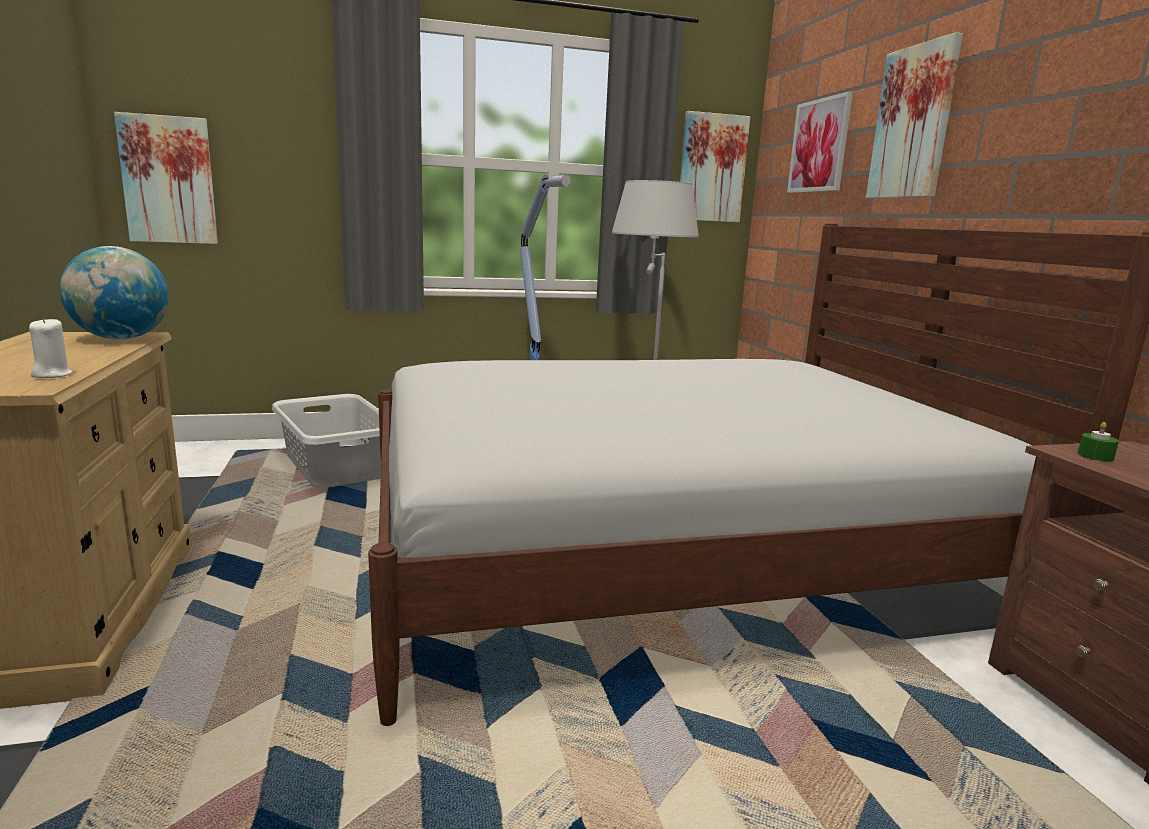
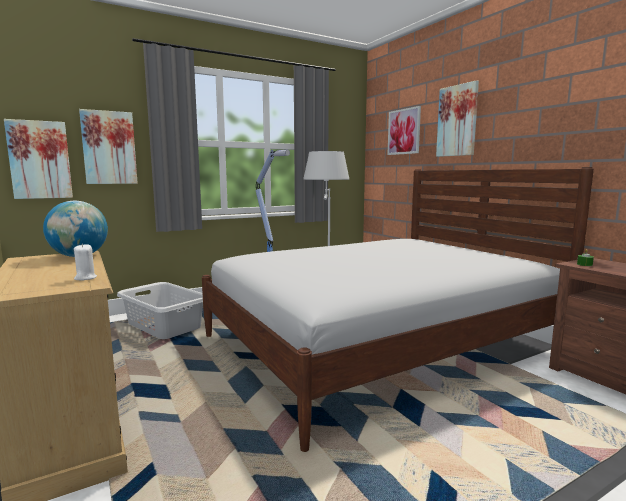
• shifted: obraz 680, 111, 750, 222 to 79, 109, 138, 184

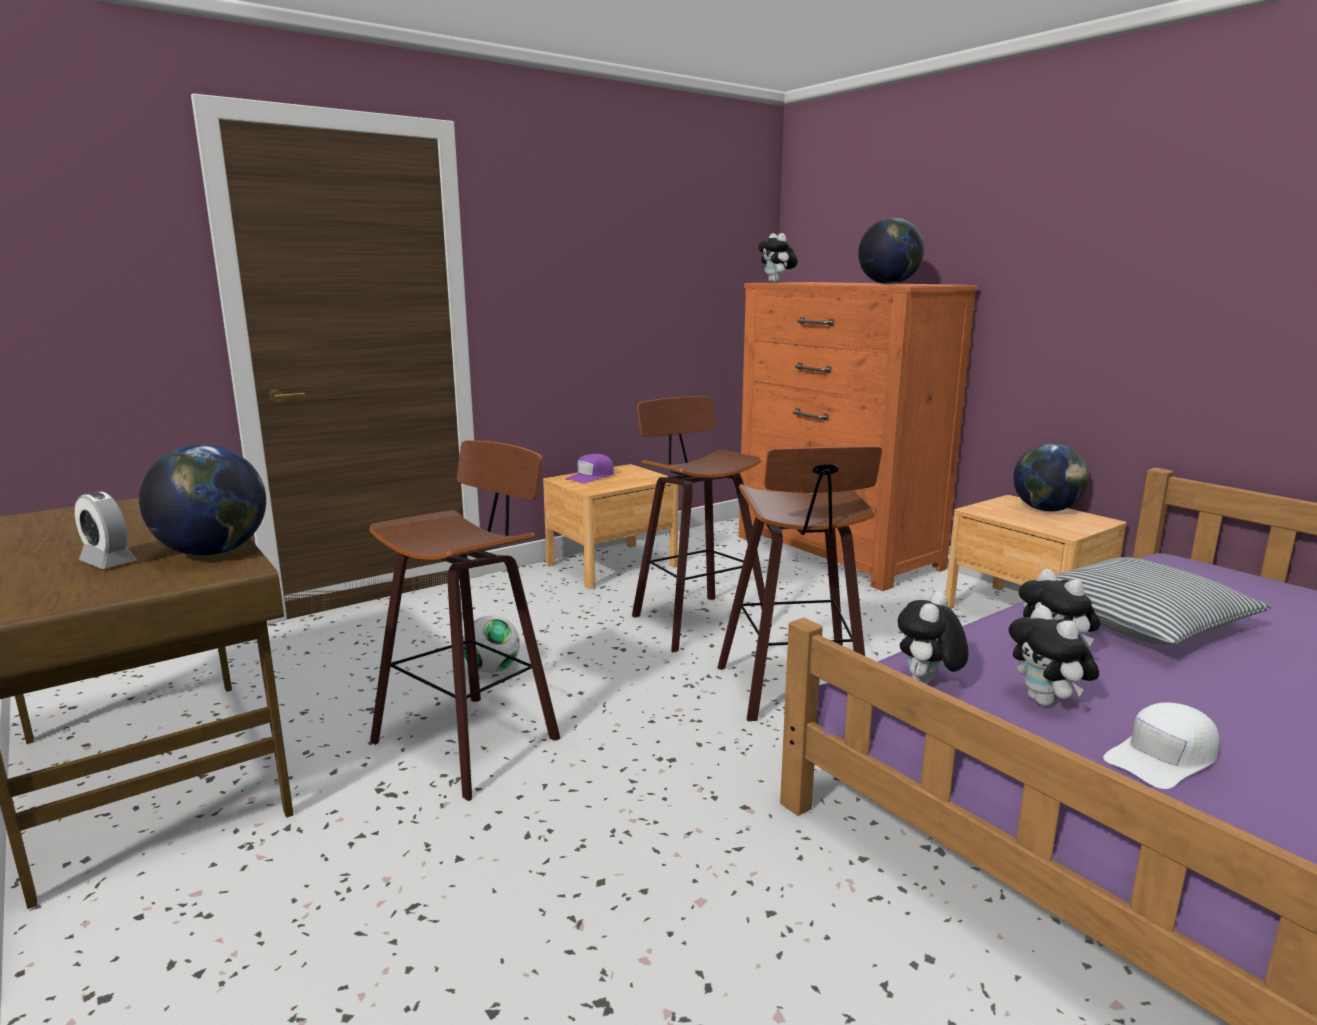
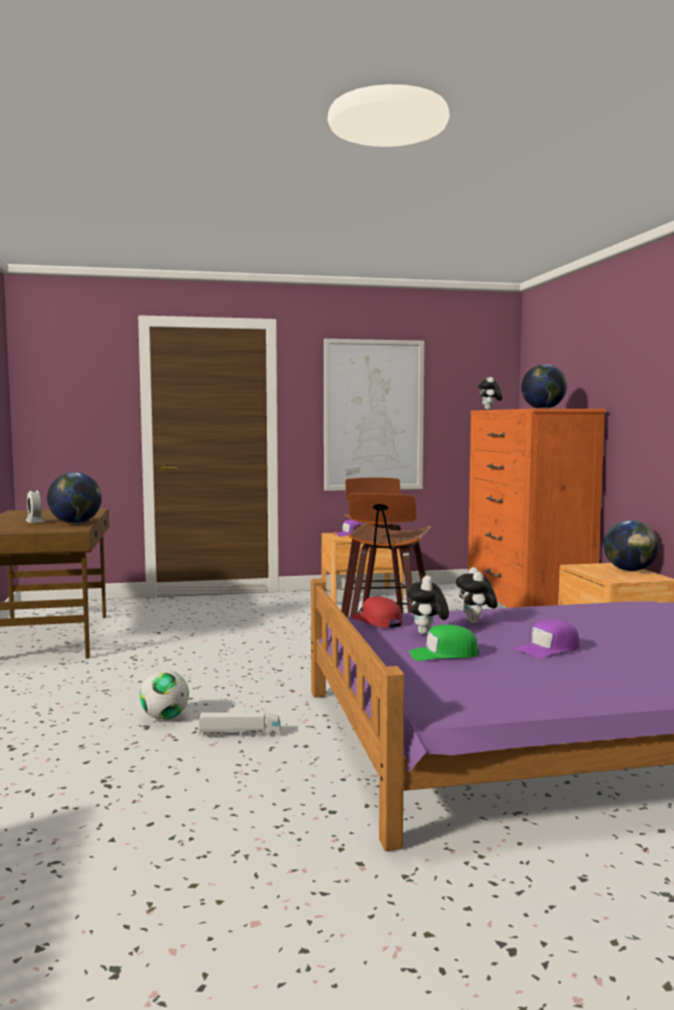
• gone: stołek 370, 440, 560, 801
• shifted: piłka futbolowa 463, 616, 520, 673 to 140, 670, 189, 720
• swapped: pluszak 898, 591, 968, 684 to czapka z daszkiem [czerwony] 350, 596, 403, 628
• gone: poduszka 1056, 557, 1271, 645
• repainted: czapka z daszkiem [biały] 1103, 703, 1220, 789 to czapka z daszkiem [zielony] 409, 625, 479, 661
• new: ciężarówka zabawkowa 199, 712, 281, 737
• new: obraz 324, 339, 425, 491
• new: czapka z daszkiem [fioletowy] 515, 620, 579, 658

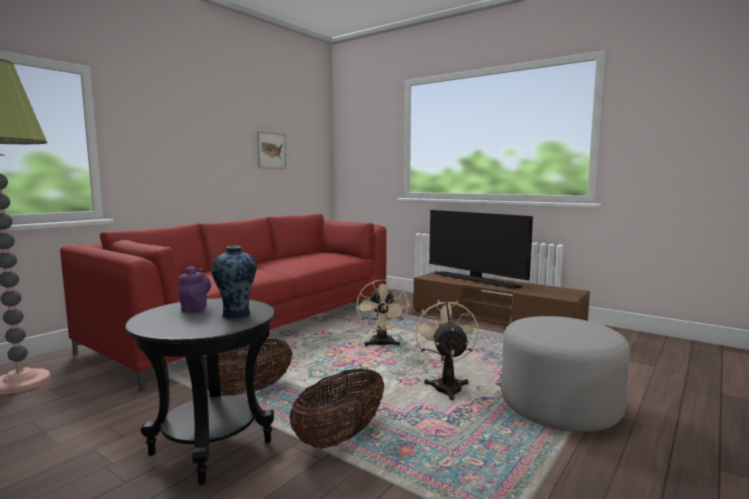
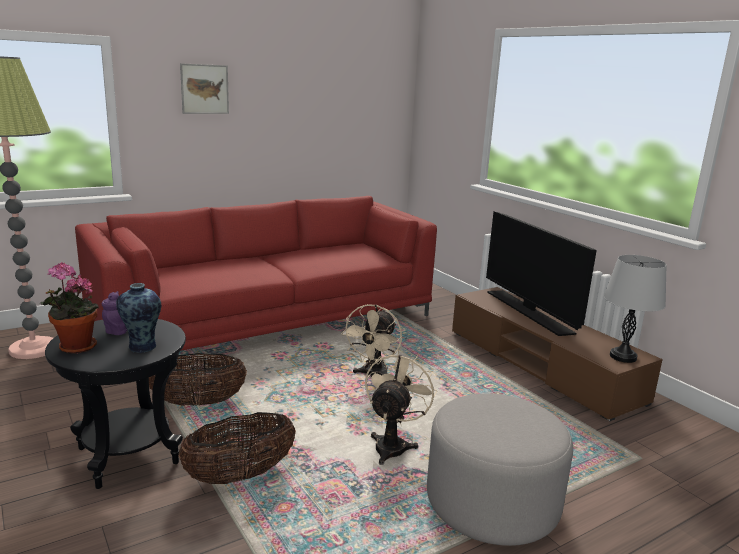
• shifted: obraz 257, 131, 286, 169 to 180, 63, 229, 114
• new: roślina doniczkowa 40, 262, 99, 354
• new: lampa stołowa [szary] 604, 255, 666, 363

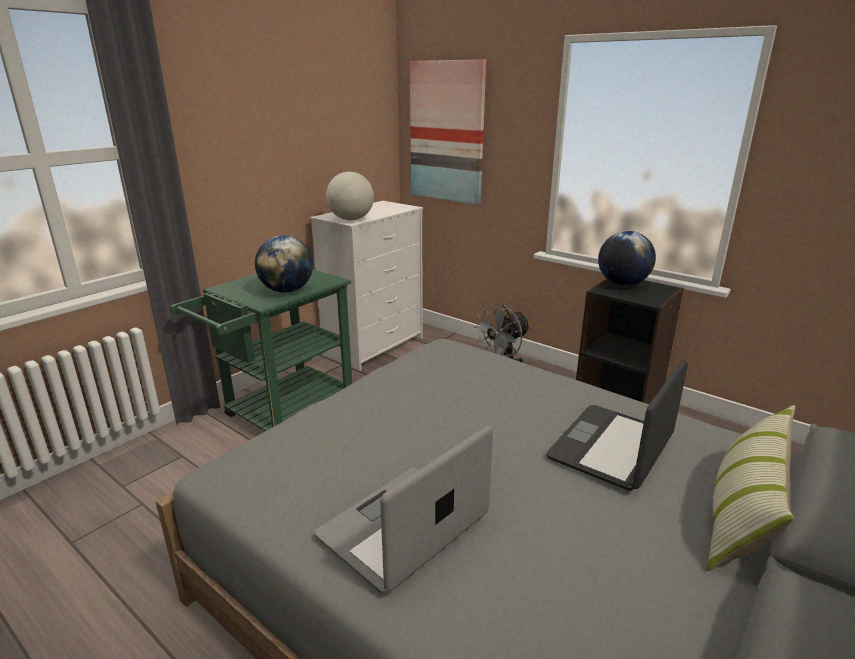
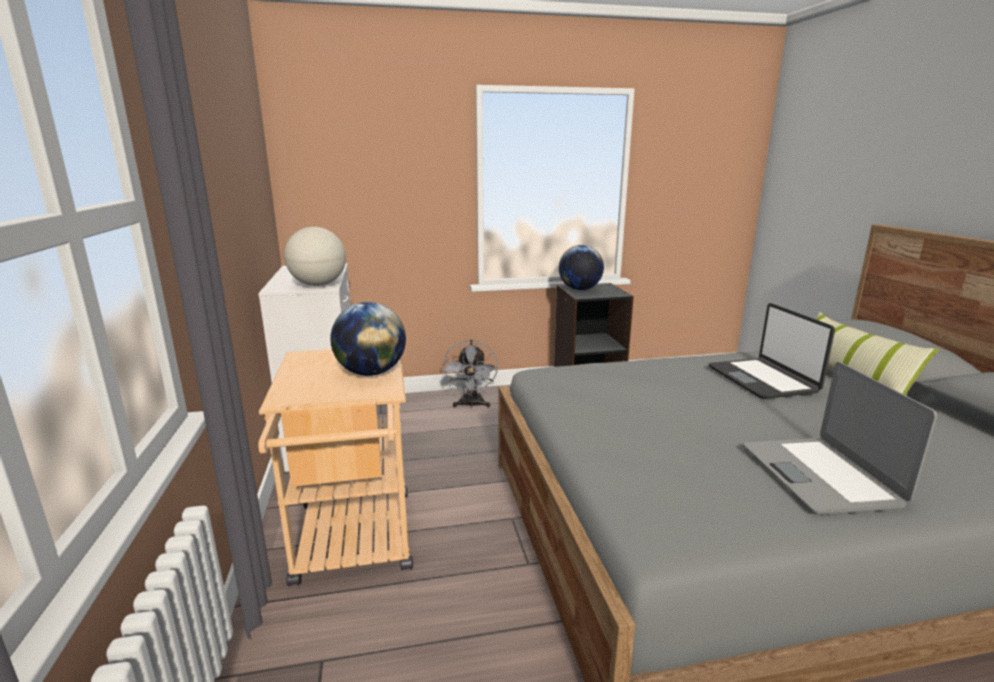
• repainted: wózek [zielony] 170, 269, 352, 431 to wózek [beżowy] 258, 349, 413, 586
• gone: obraz 410, 59, 486, 205

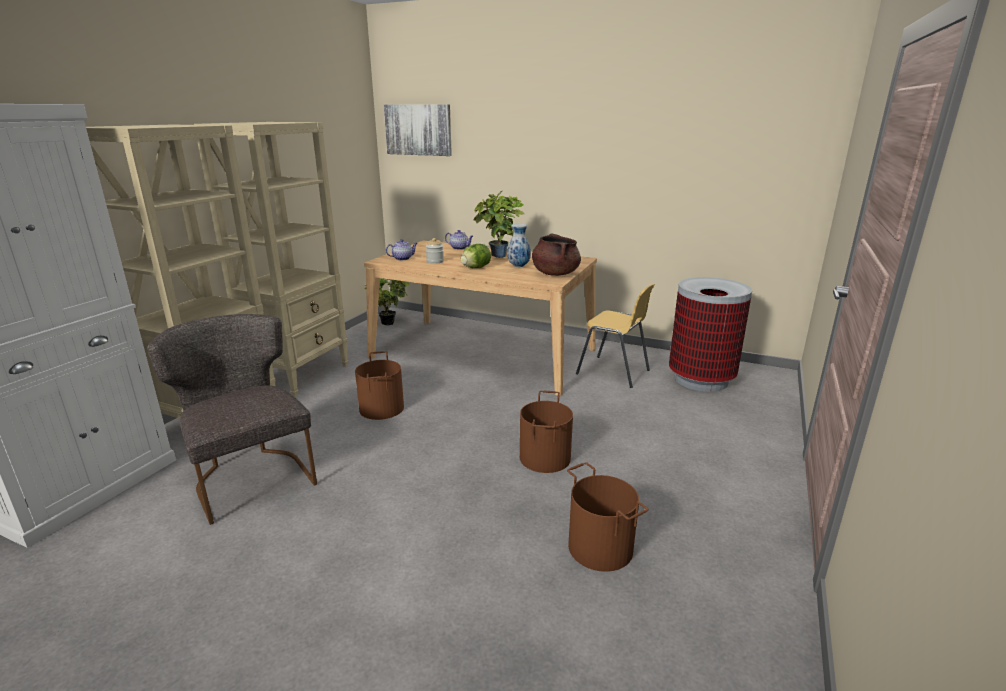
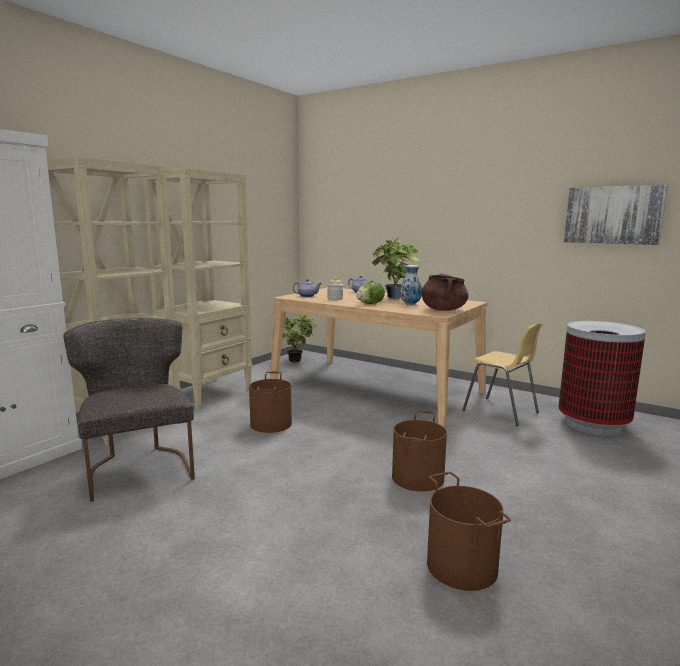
• shifted: obraz 384, 104, 452, 156 to 564, 185, 668, 245

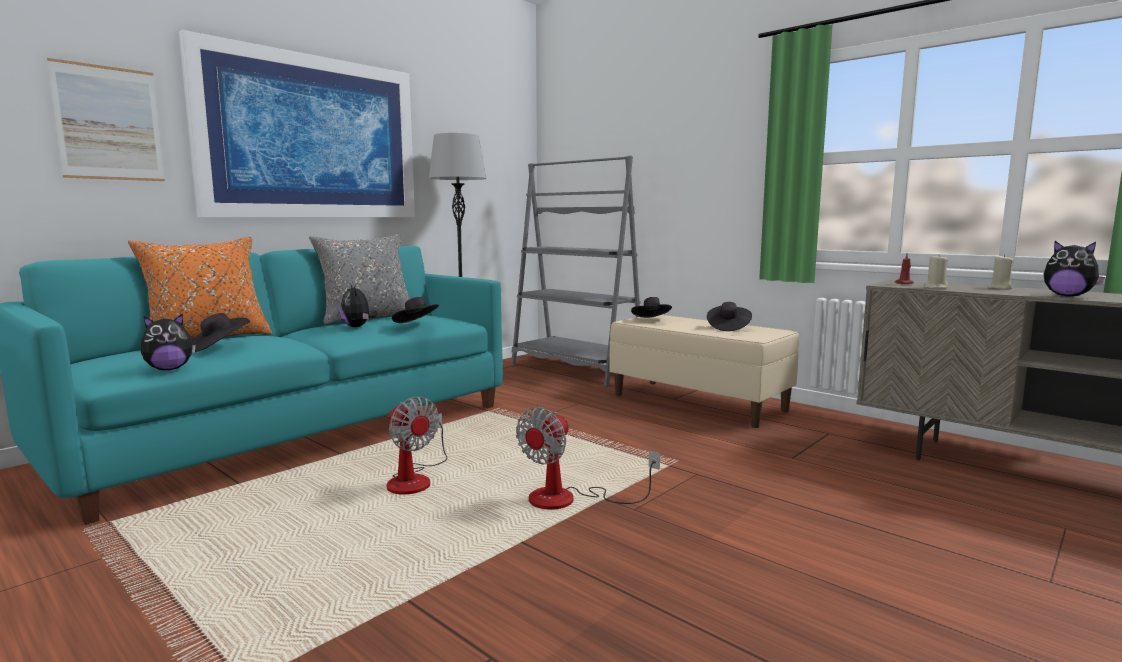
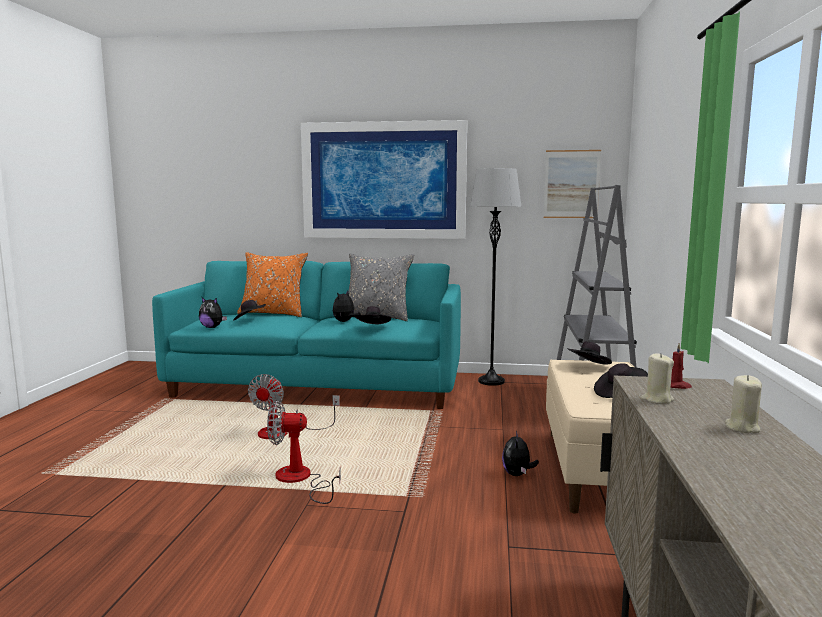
• shifted: obraz 47, 58, 165, 181 to 544, 150, 601, 218
• shifted: pluszak 1044, 241, 1105, 297 to 502, 431, 539, 476

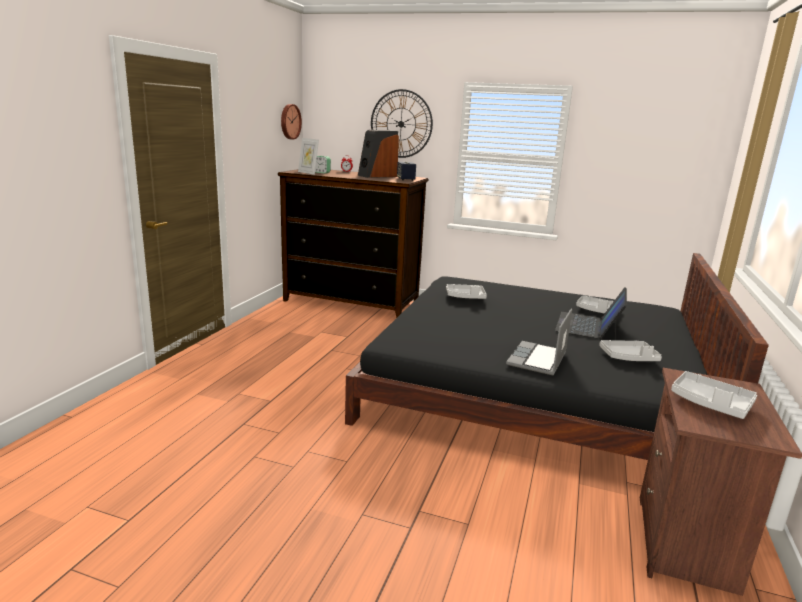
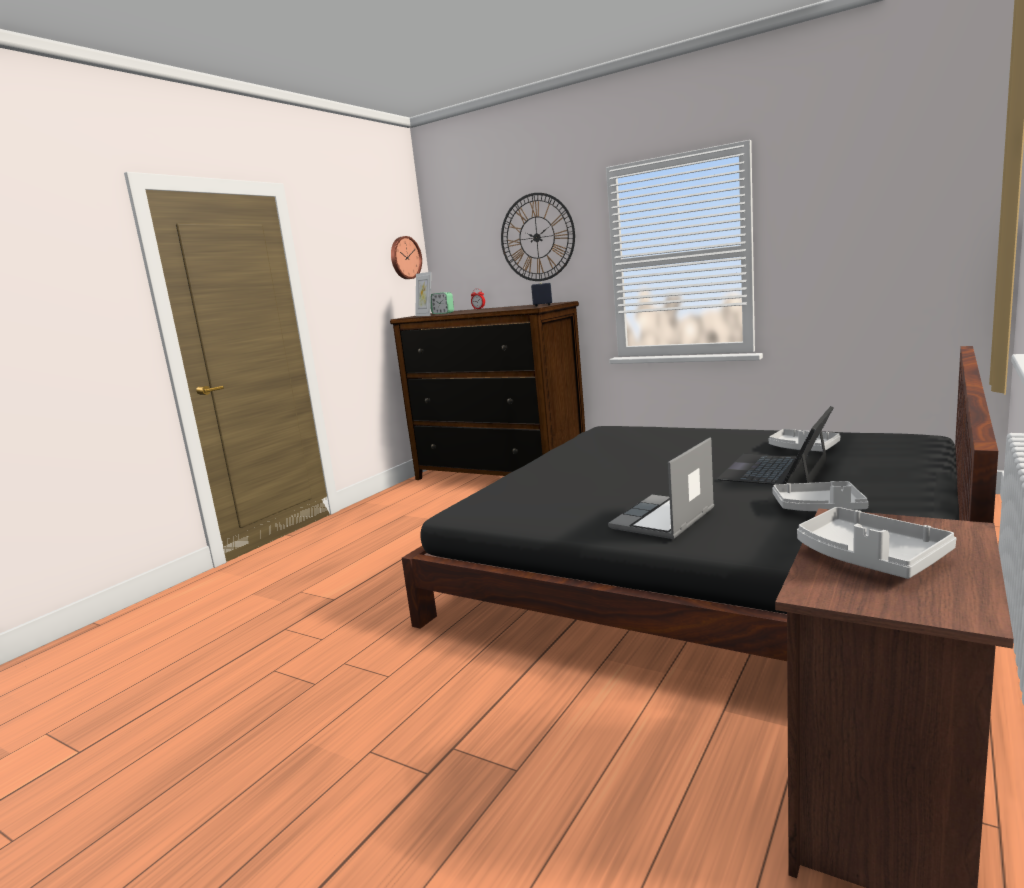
• gone: głośnik 358, 130, 399, 178
• gone: taca [szary] 446, 284, 487, 299

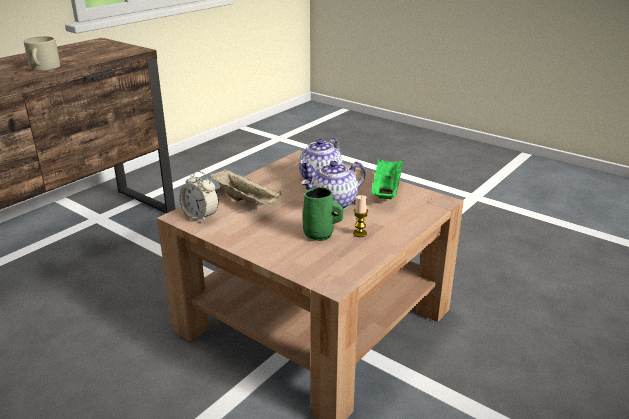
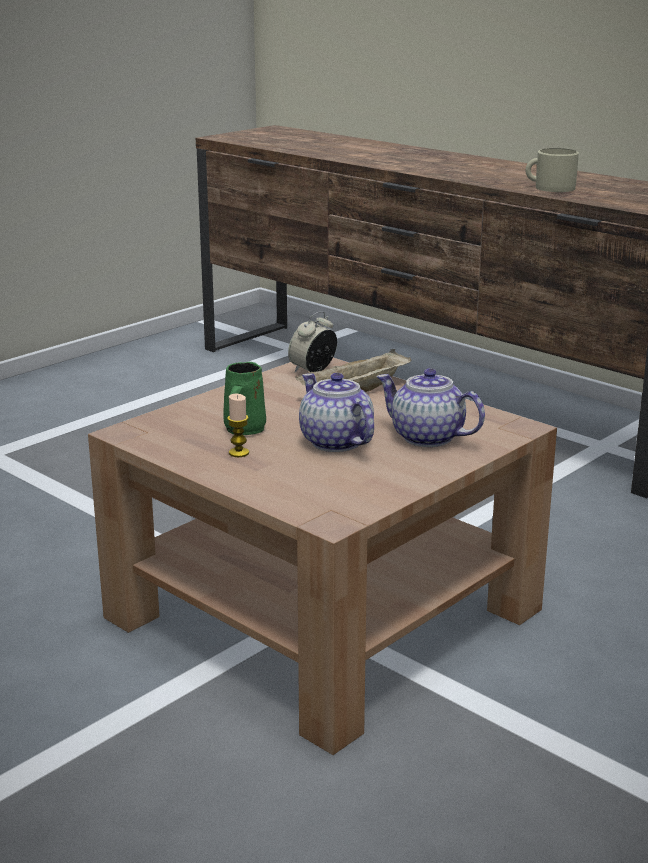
• gone: taca [zielony] 371, 159, 404, 199

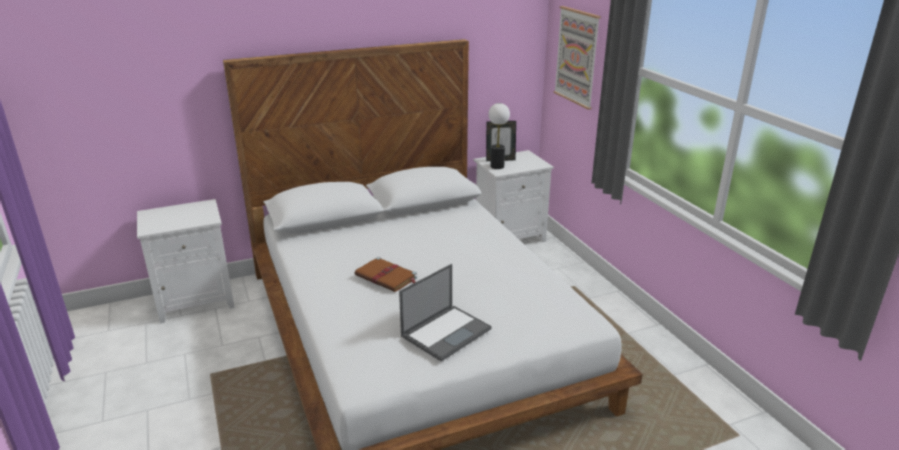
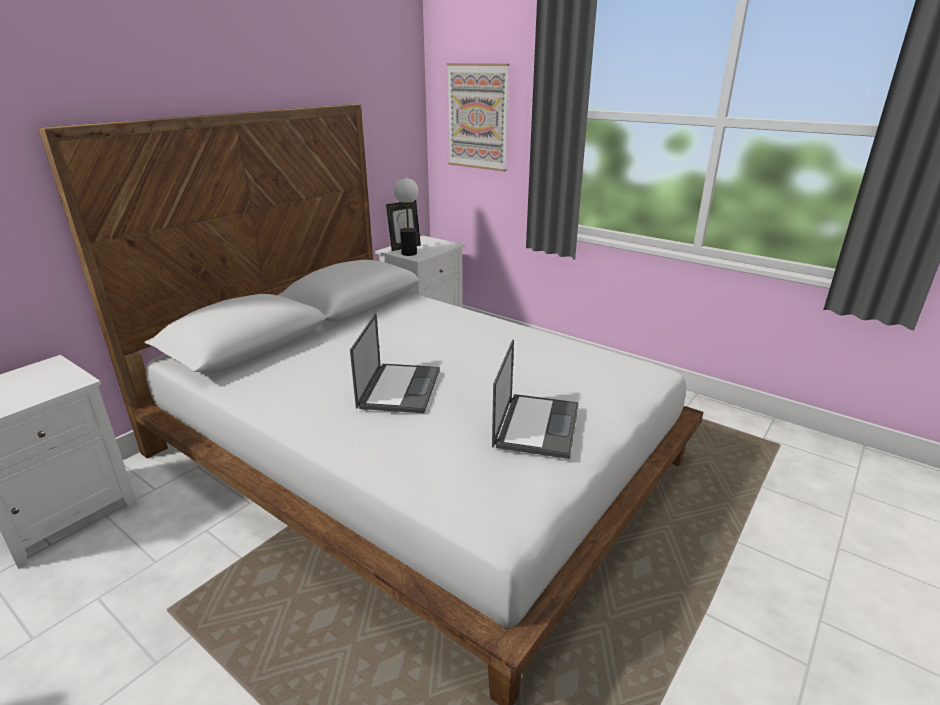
• swapped: książka [brązowy] 355, 257, 417, 292 to laptop 350, 313, 440, 413

